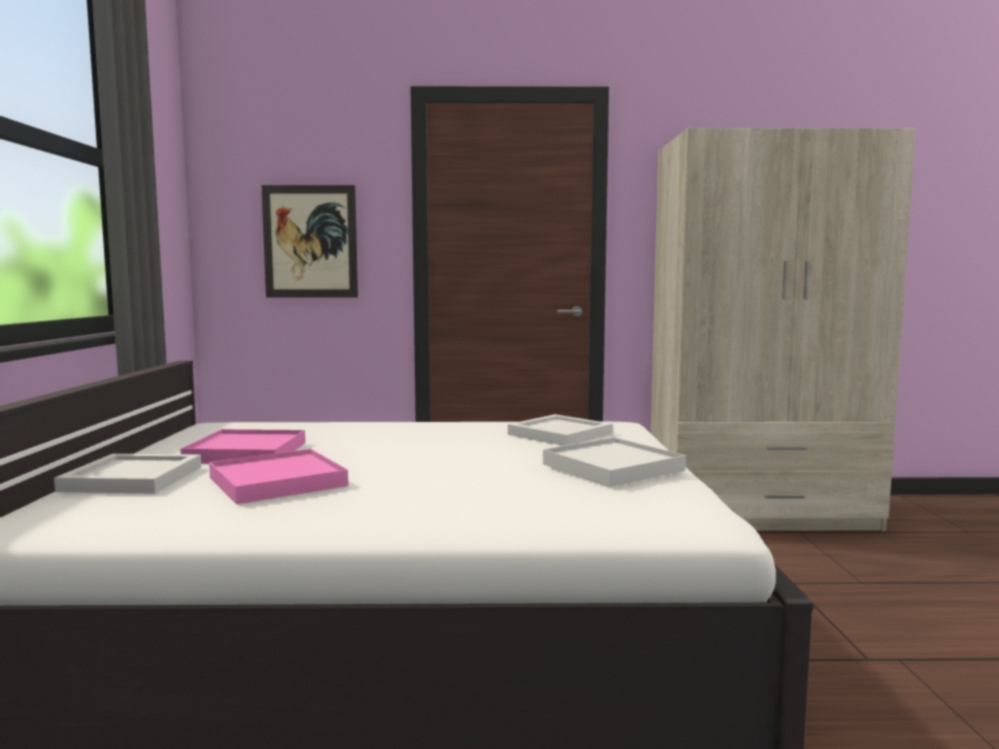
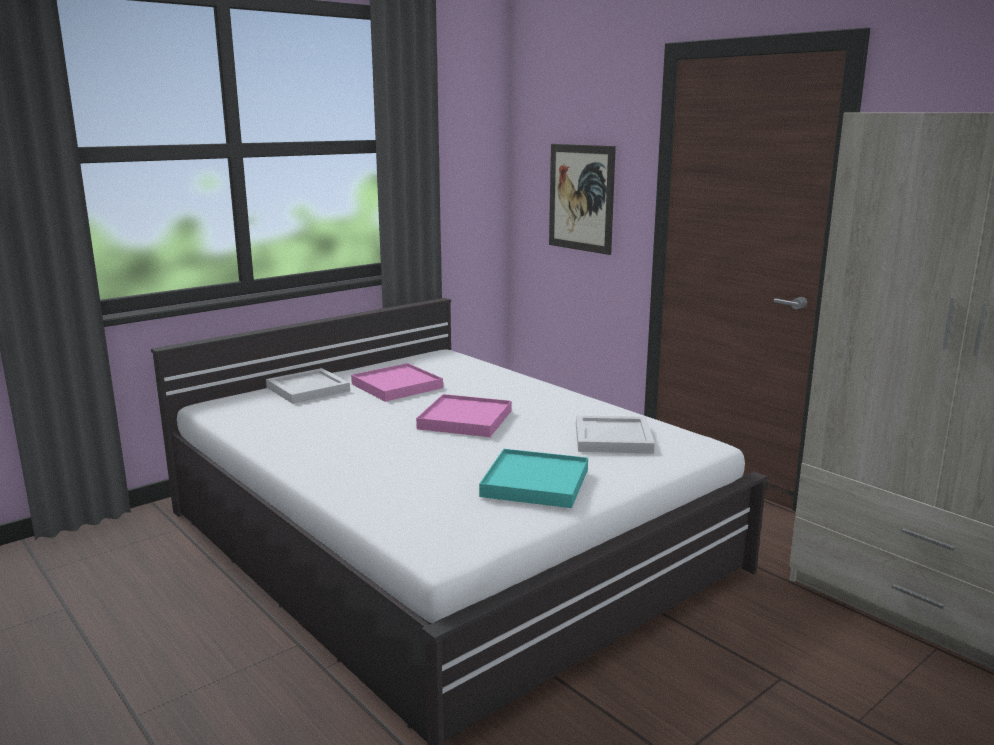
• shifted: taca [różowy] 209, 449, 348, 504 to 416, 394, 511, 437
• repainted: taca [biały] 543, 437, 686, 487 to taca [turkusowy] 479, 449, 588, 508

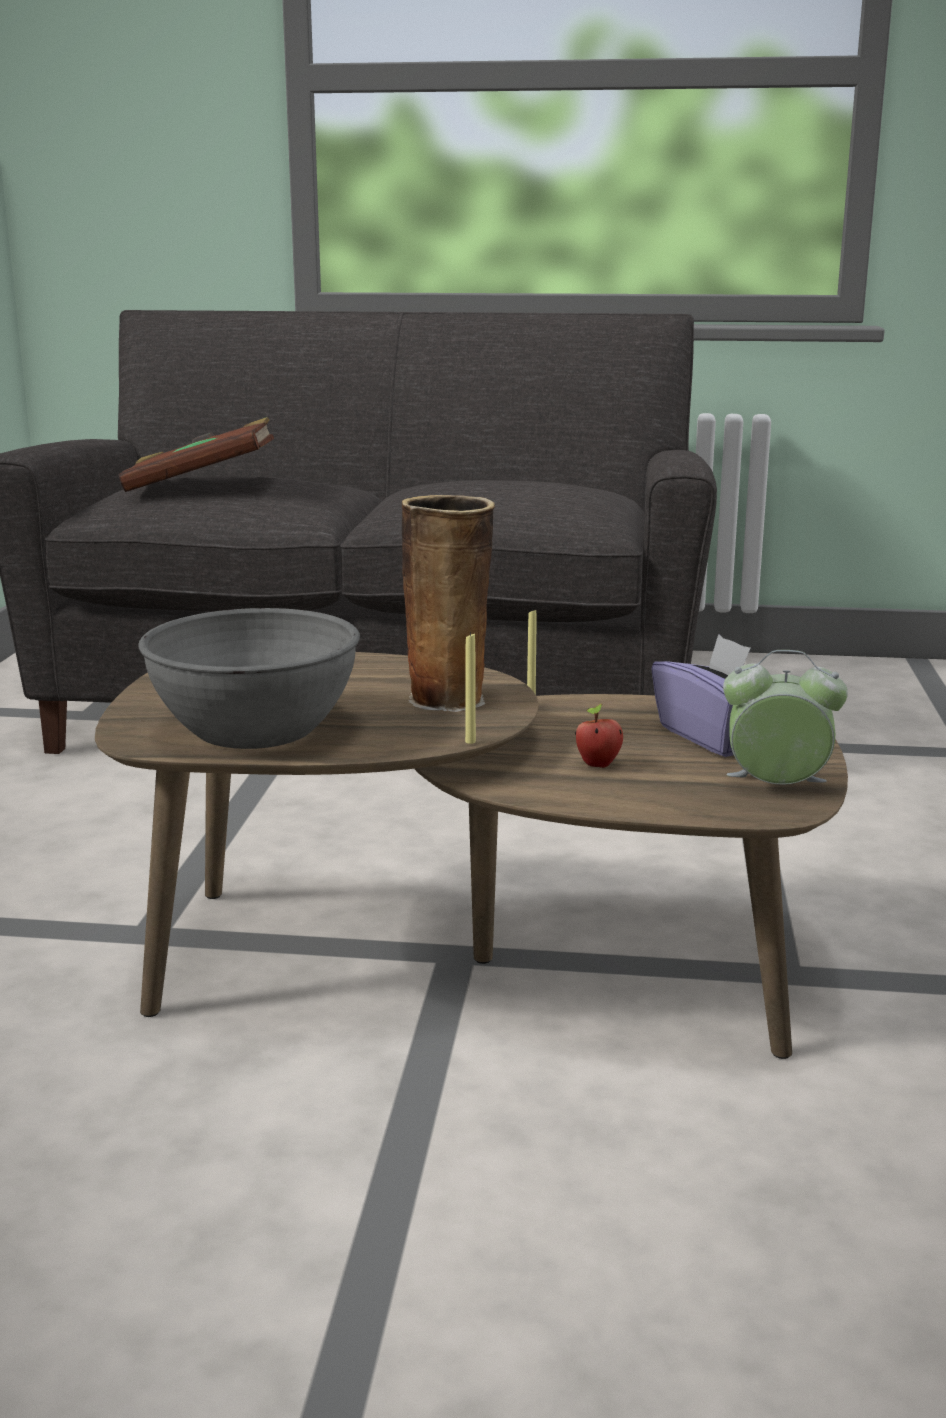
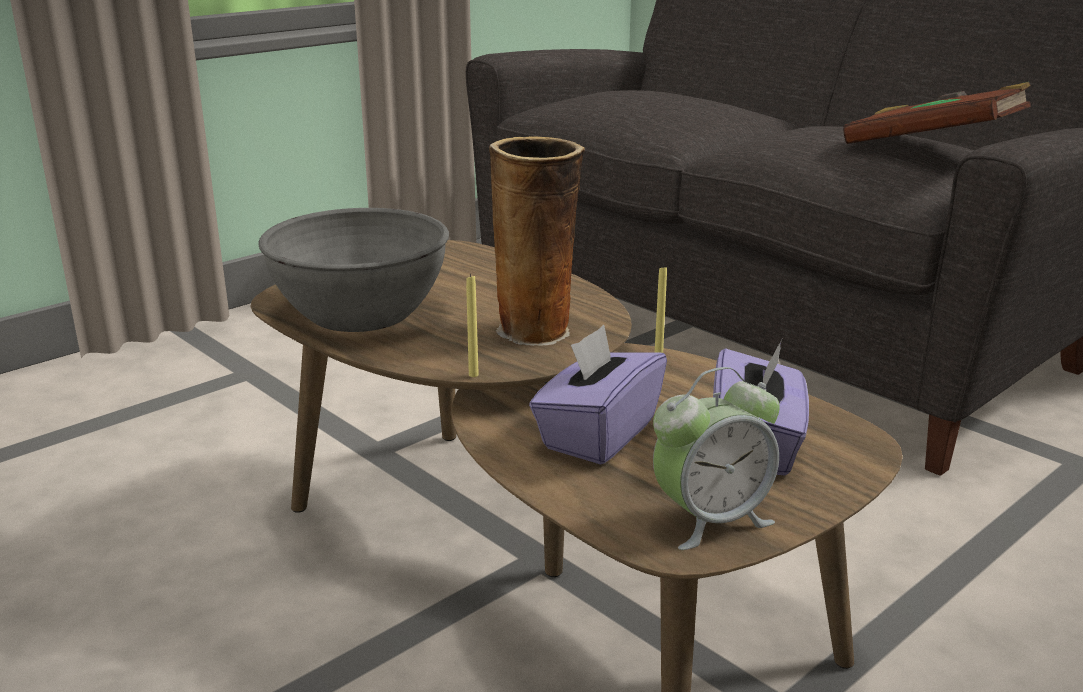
• shifted: książka [brązowy] 118, 417, 274, 492 to 843, 82, 1031, 144
• swapped: jabłko 575, 704, 623, 768 to pudełko chusteczek [fioletowy] 529, 325, 667, 465
• rotated: budzik 723, 650, 848, 785 = 653, 367, 780, 550 105 degrees clockwise

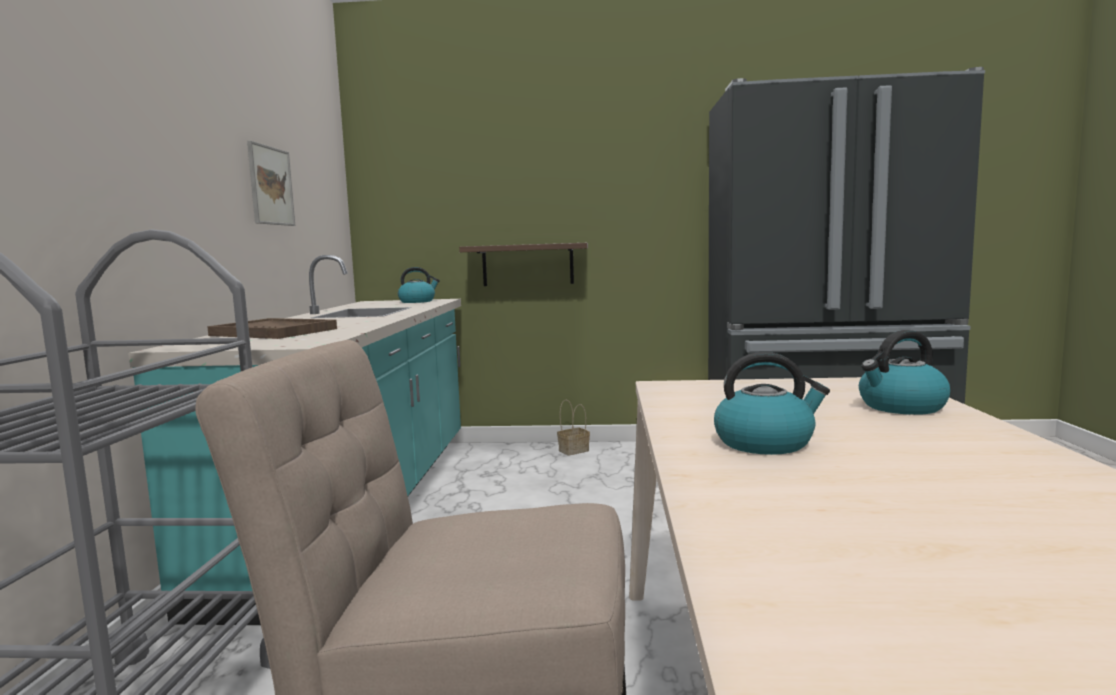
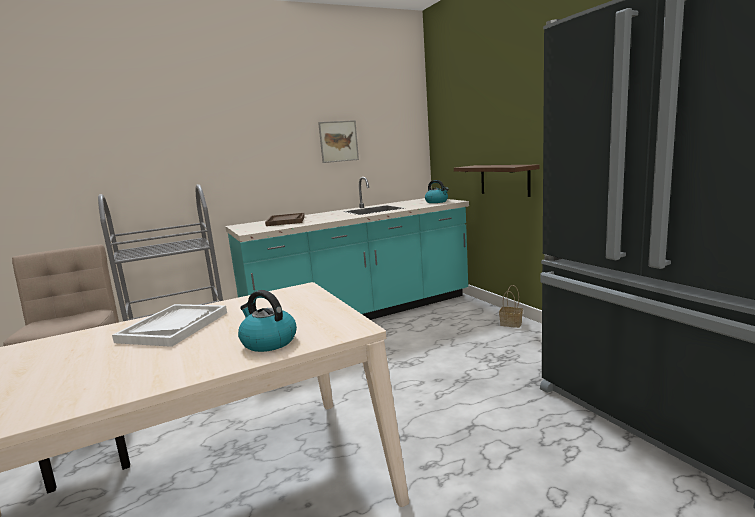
• swapped: czajnik 714, 352, 830, 455 to taca [biały] 112, 304, 227, 347

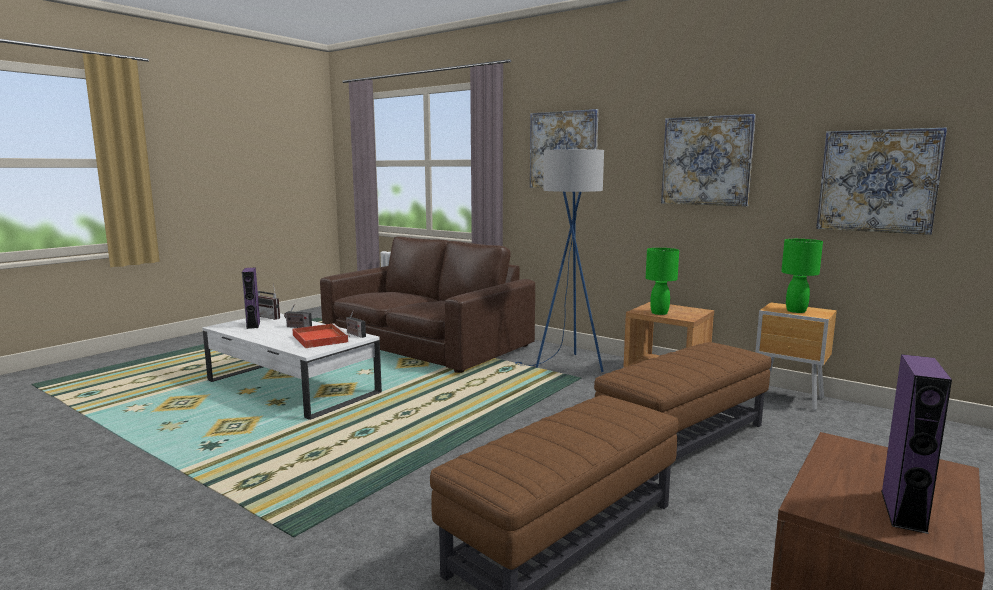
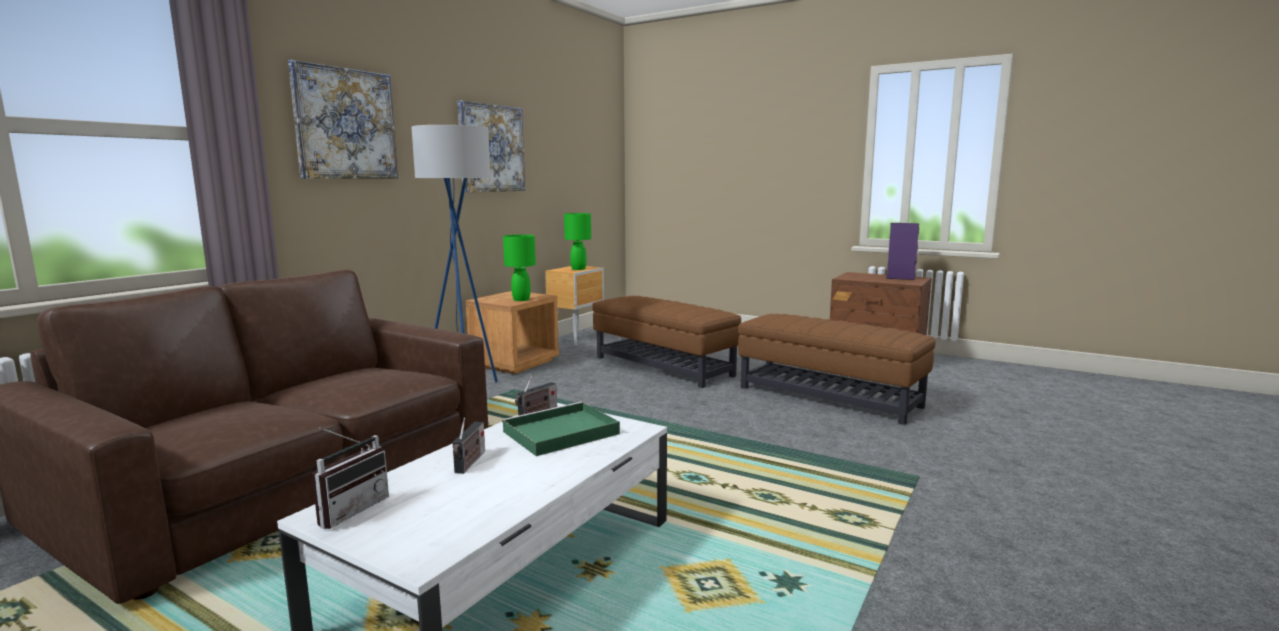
• gone: głośnik [fioletowy] 242, 268, 260, 329
• repainted: taca [czerwony] 292, 323, 350, 348 to taca [zielony] 502, 402, 620, 456
• gone: obraz 816, 127, 947, 235

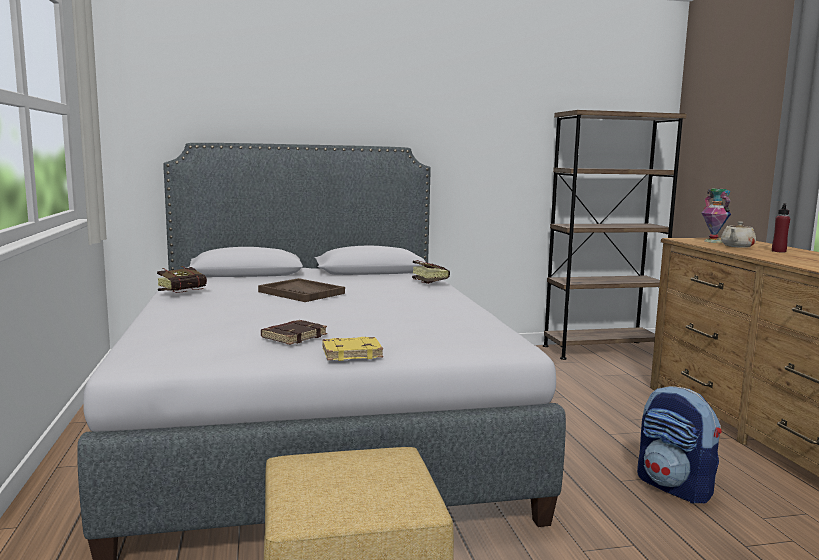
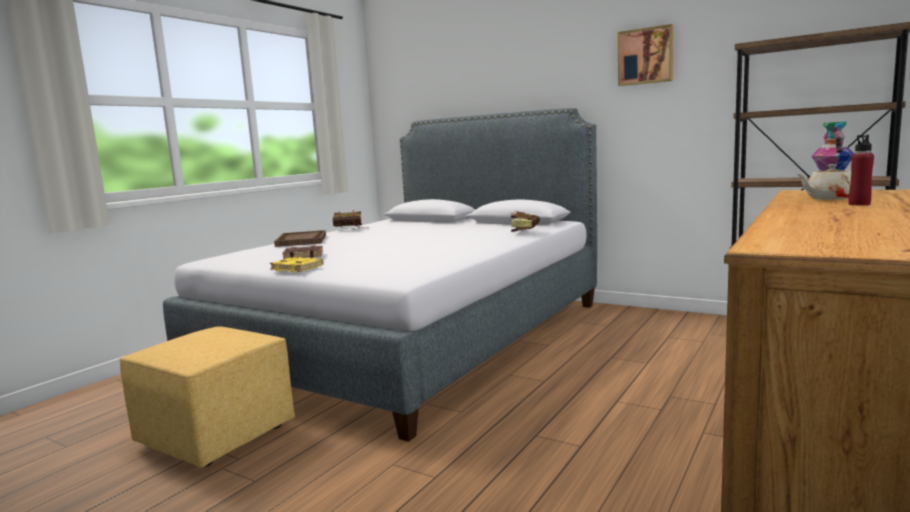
• shifted: taca [brązowy] 258, 278, 345, 302 to 274, 230, 326, 247
• gone: plecak 637, 386, 722, 503
• new: obraz 618, 24, 673, 86

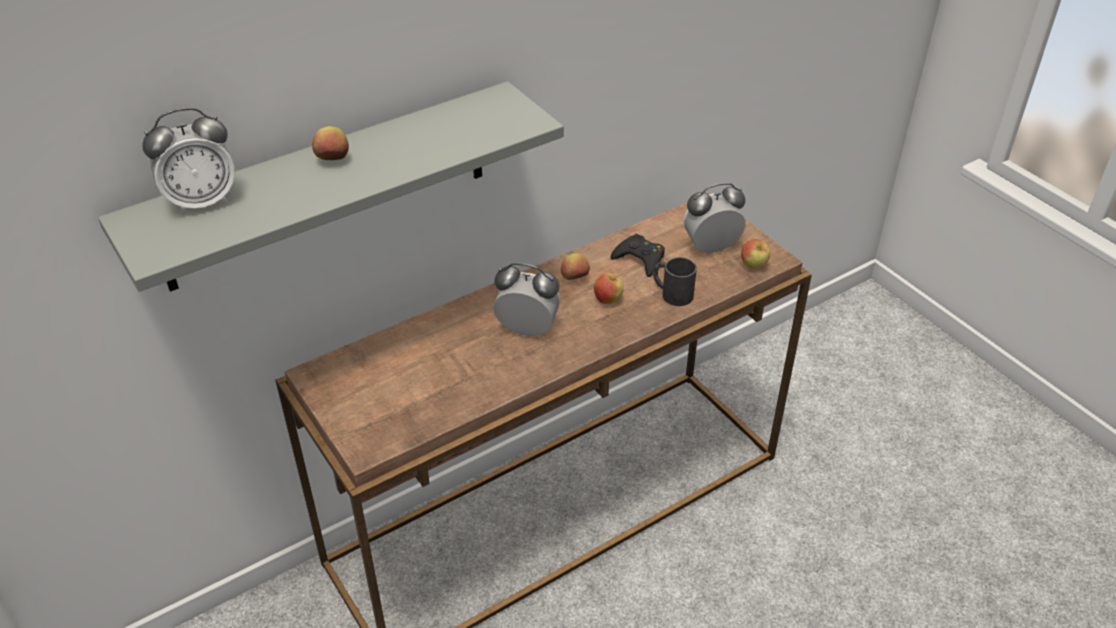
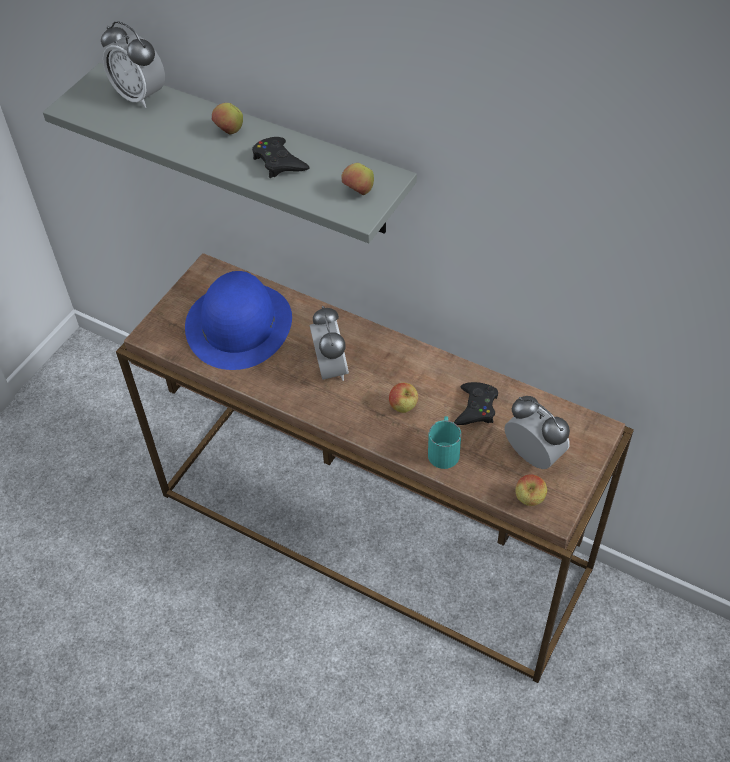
• shifted: jabłko 561, 253, 590, 280 to 341, 163, 374, 195
• repainted: kubek [czarny] 653, 257, 697, 306 to kubek [turkusowy] 428, 416, 461, 469
• new: kapelusz [niebieski] 185, 271, 292, 370
• new: pad do gier [czarny] 252, 137, 310, 178

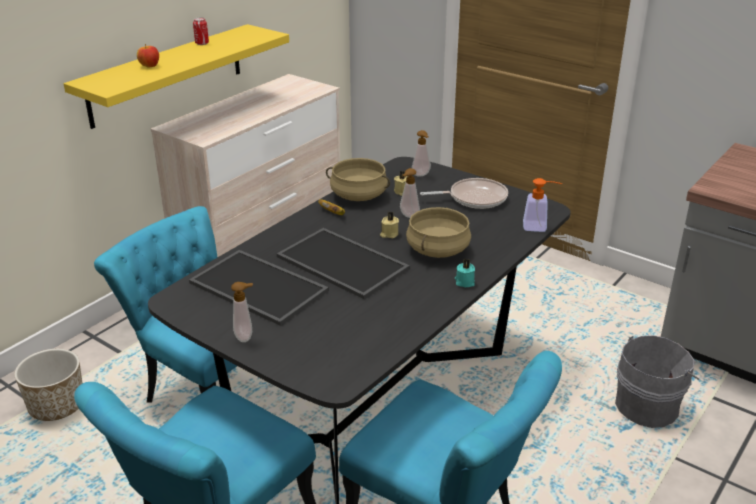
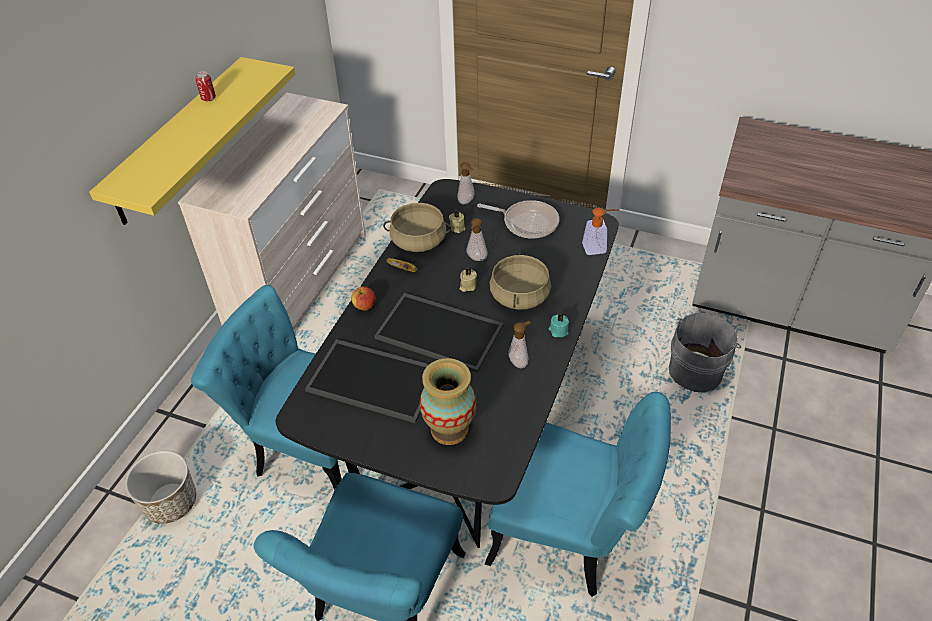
• shifted: jabłko 137, 44, 159, 68 to 351, 286, 375, 311
• shifted: dozownik mydła 231, 282, 253, 342 to 508, 321, 531, 368
• rotated: patelnia 420, 178, 508, 209 = 477, 200, 559, 239 45 degrees clockwise
• new: wazon 420, 358, 477, 445

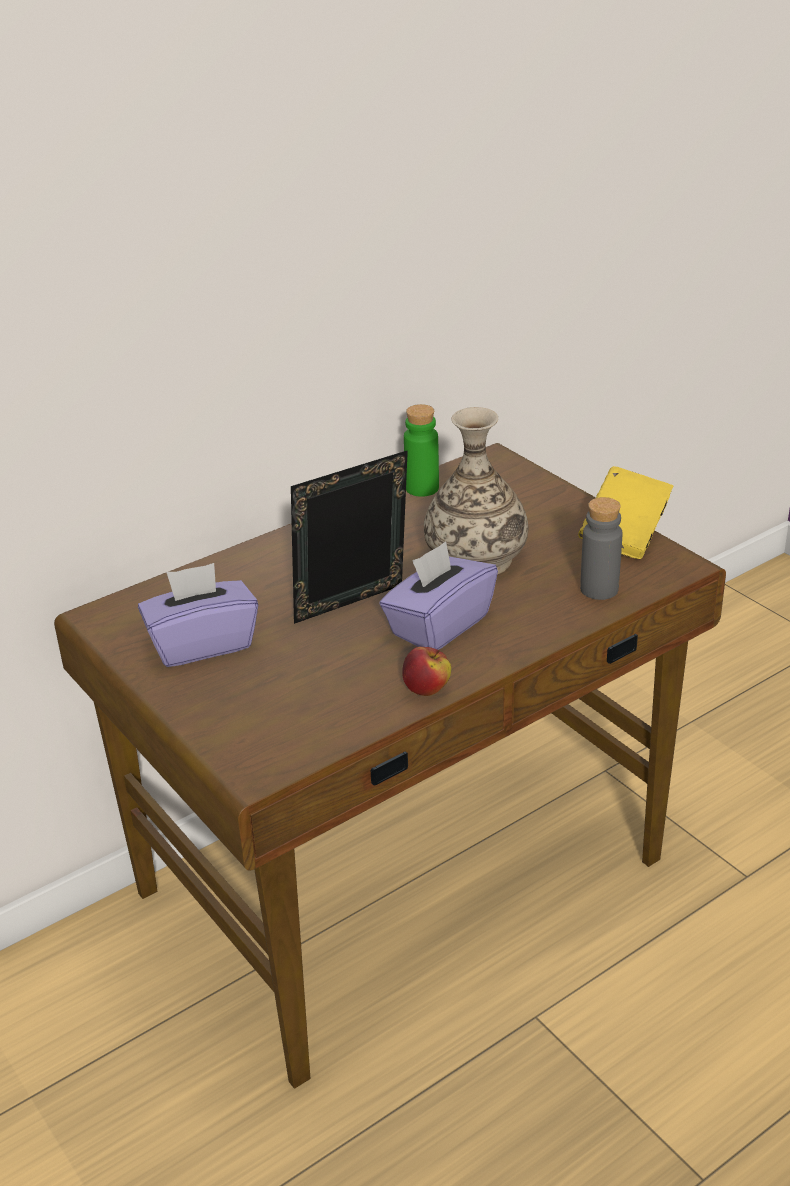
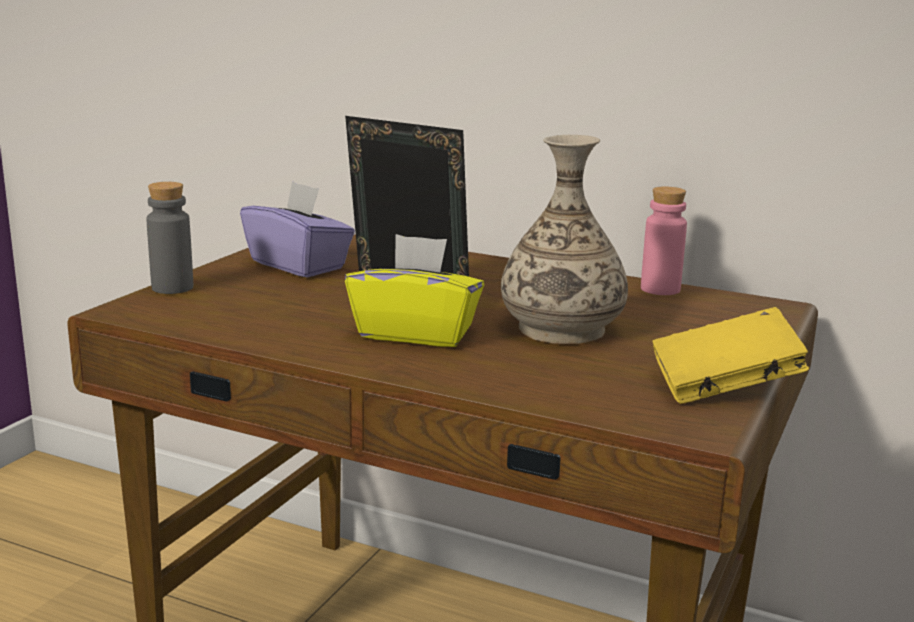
• repainted: pudełko chusteczek [fioletowy] 379, 541, 498, 650 to pudełko chusteczek [żółty] 345, 234, 484, 347
• gone: jabłko 402, 647, 451, 696
• repainted: butelka [zielony] 404, 404, 439, 497 to butelka [różowy] 641, 187, 687, 295
• shifted: butelka [szary] 580, 497, 623, 600 to 146, 182, 193, 294

